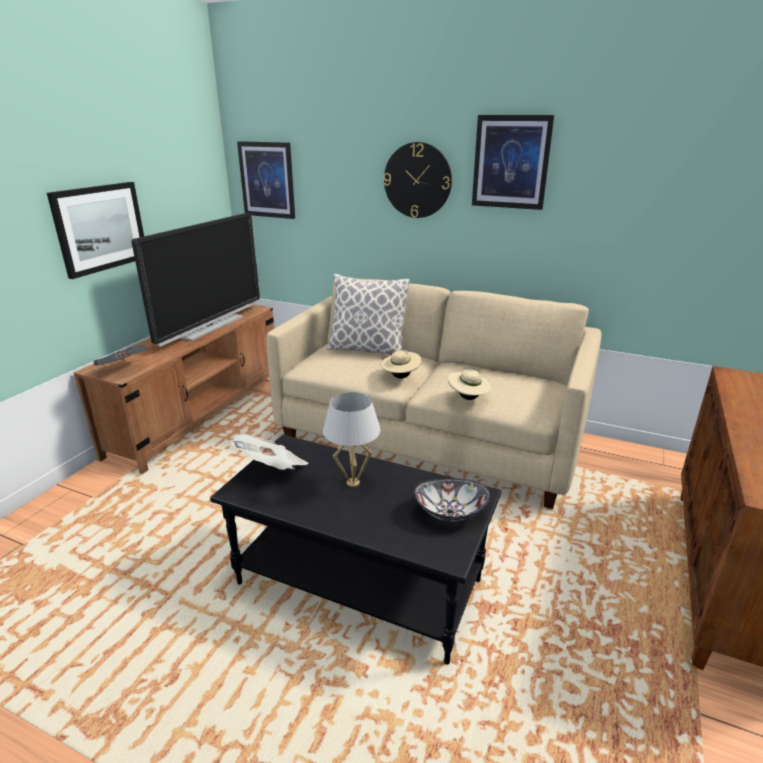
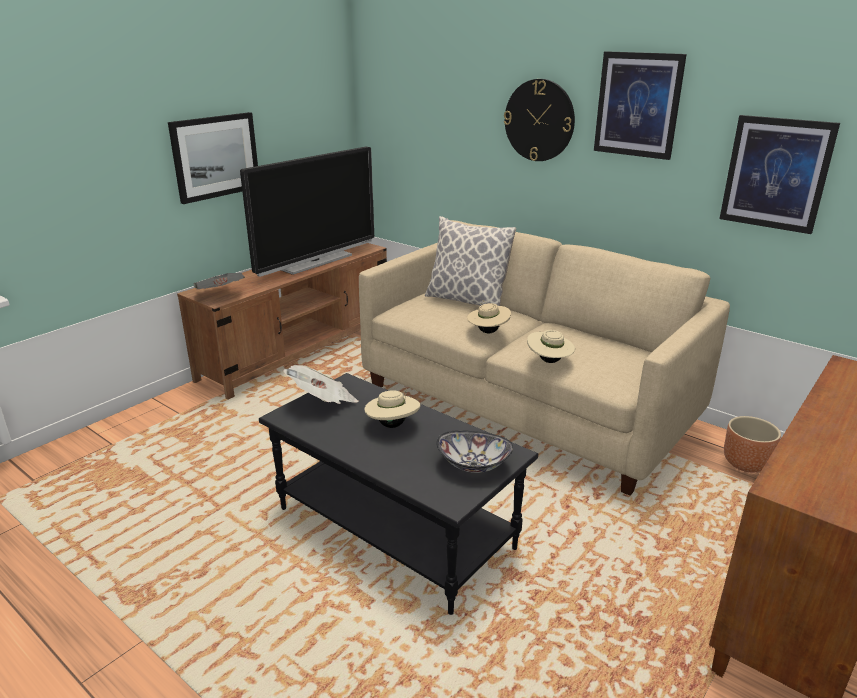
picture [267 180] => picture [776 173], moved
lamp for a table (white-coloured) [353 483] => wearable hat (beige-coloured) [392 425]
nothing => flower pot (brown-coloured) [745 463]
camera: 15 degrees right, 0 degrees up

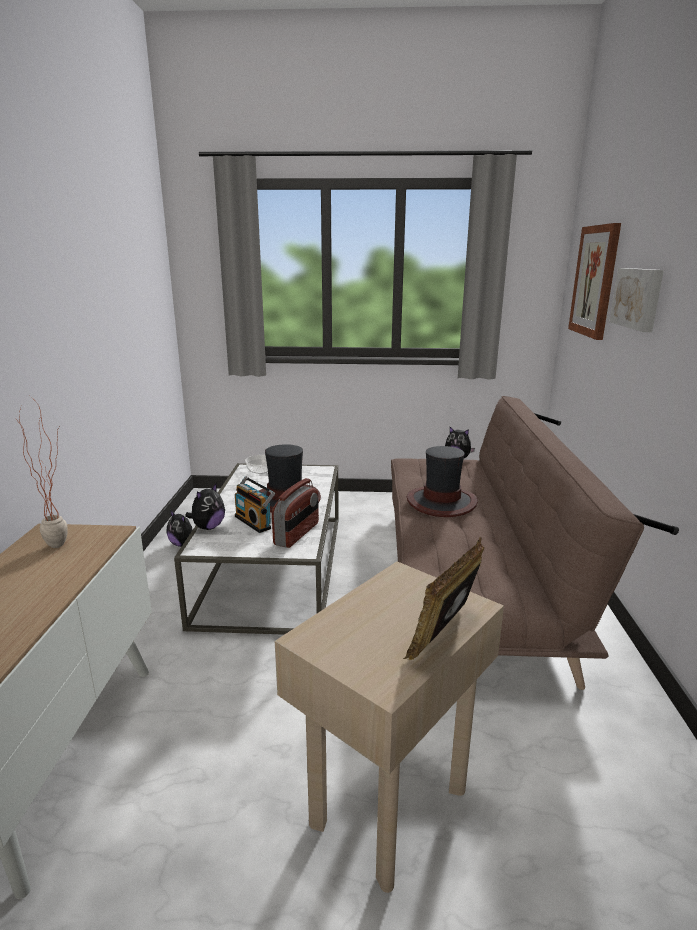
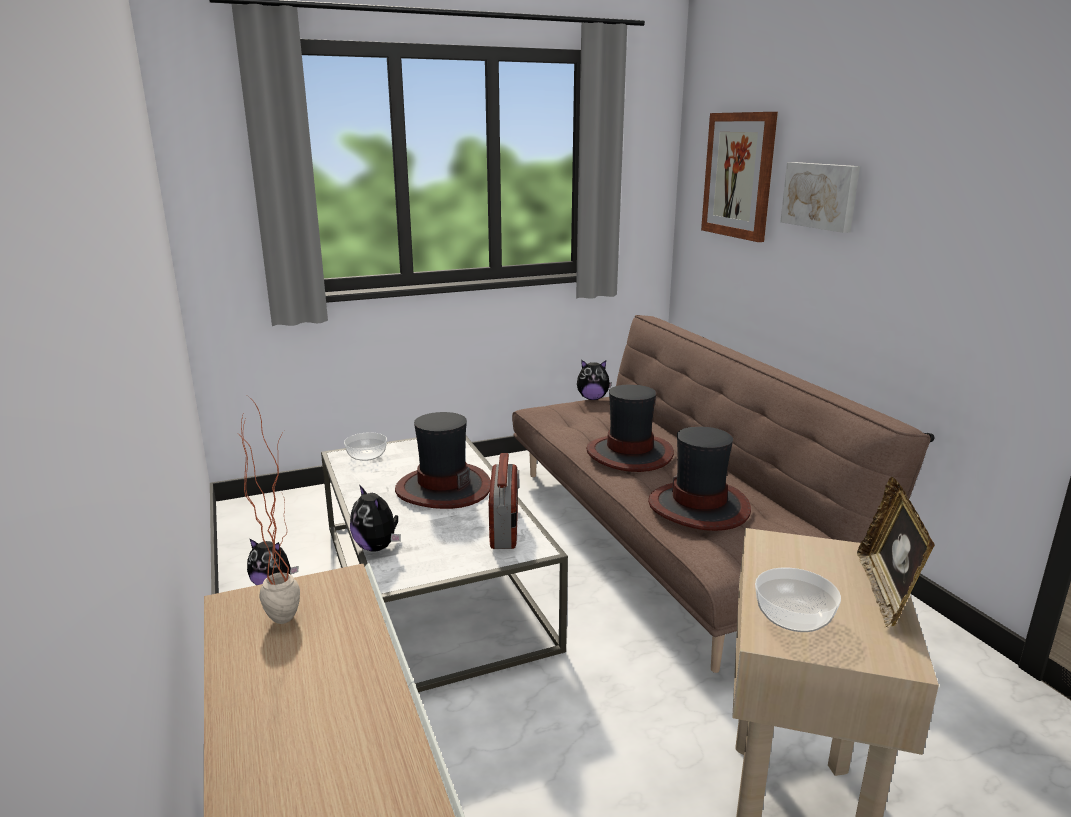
soft toy [208 527] => soft toy [377 547], 135 degrees clockwise
radio [255 522] => nothing
nothing => wearable hat [699 507]
nothing => bowl [792 616]
camera: 25 degrees left, 0 degrees up

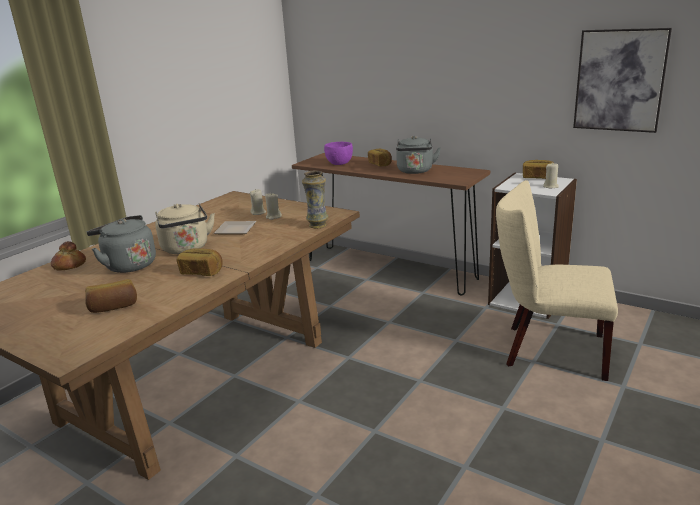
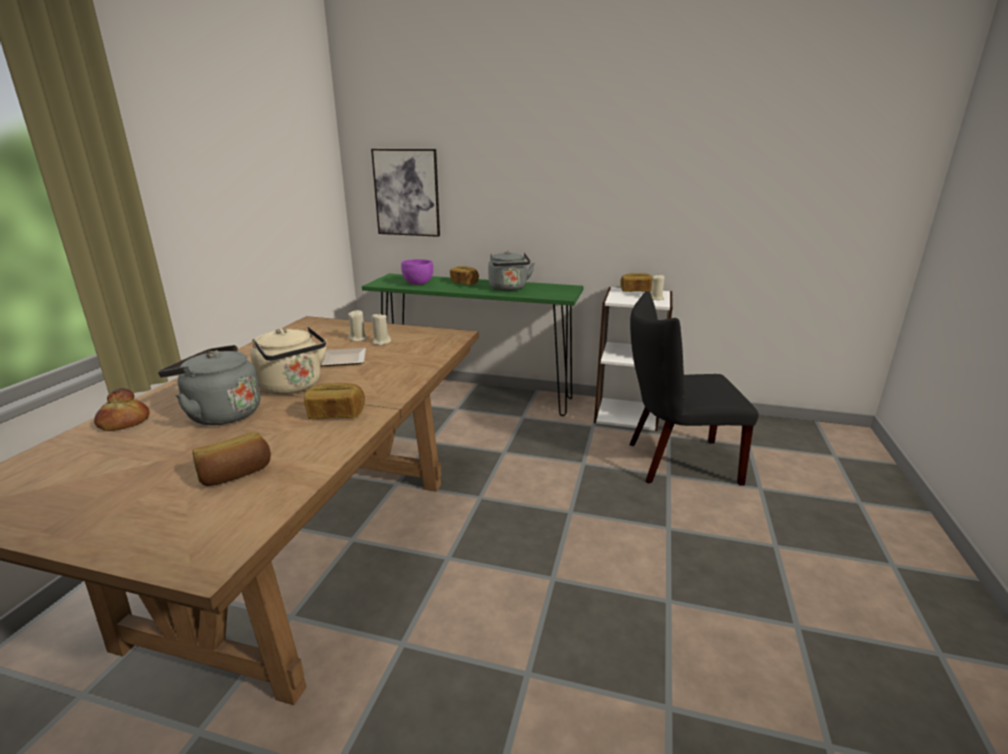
narrow table (brown-coloured) [389 269] => narrow table (greenish) [475 396]
vase [317 225] => nothing
upright chair (beige-coloured) [547 350] => upright chair (black) [674 462]
picture [619 80] => picture [407 193], moved
camera: 20 degrees left, 0 degrees up

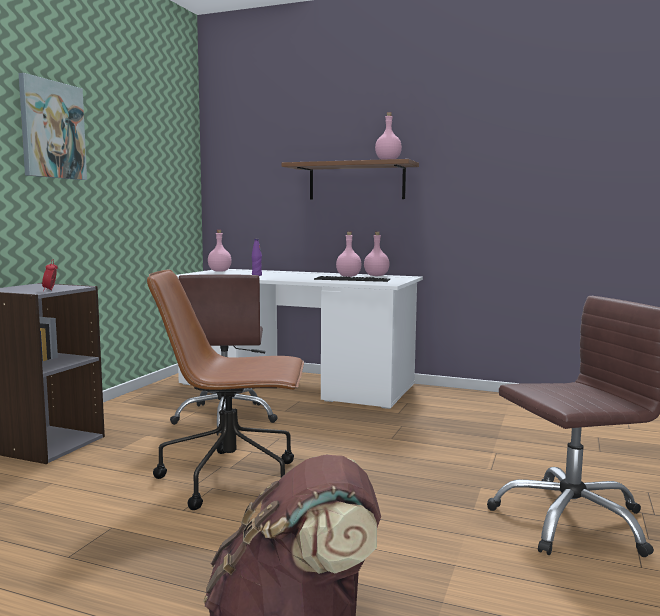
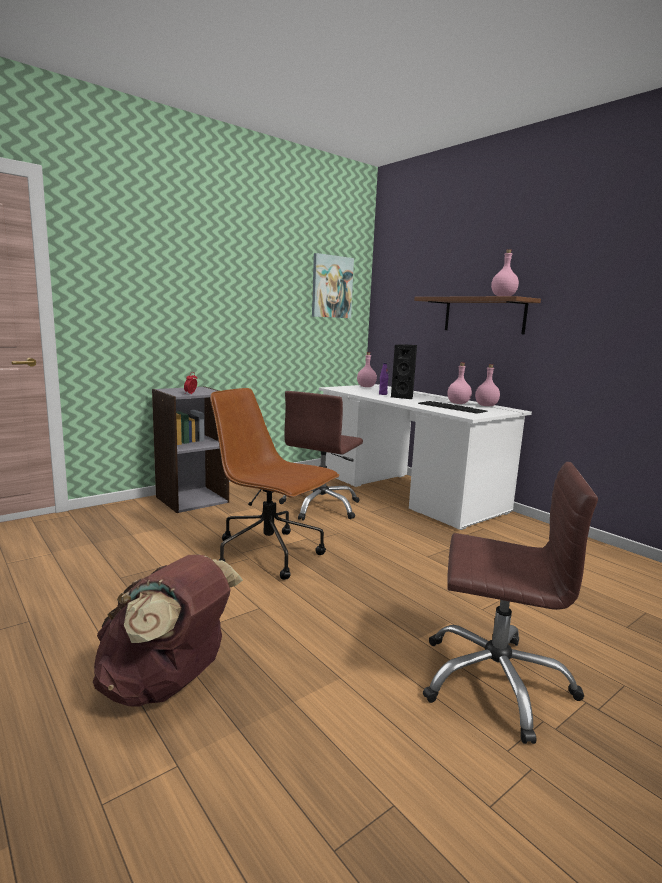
picture [52 130] => picture [331 287], moved
nothing => speaker (black) [403 397]
camera: 30 degrees right, 5 degrees up

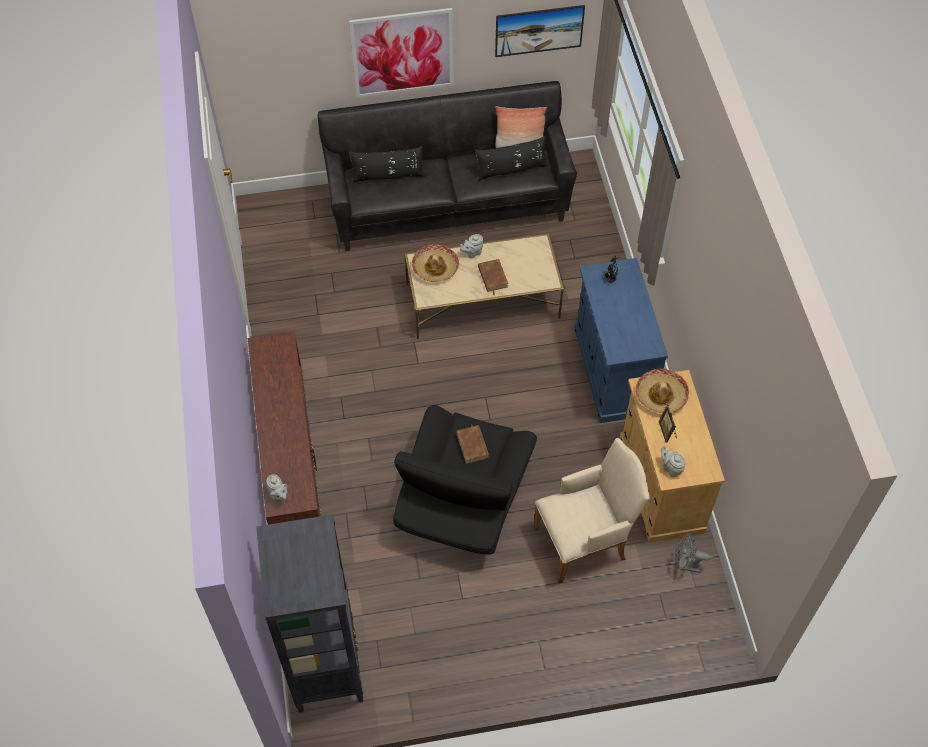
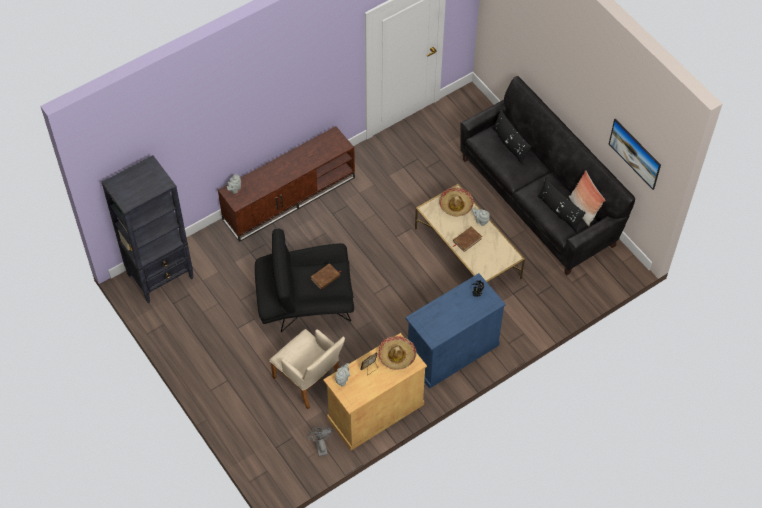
picture [402 53] => nothing
camera: 65 degrees right, 0 degrees up

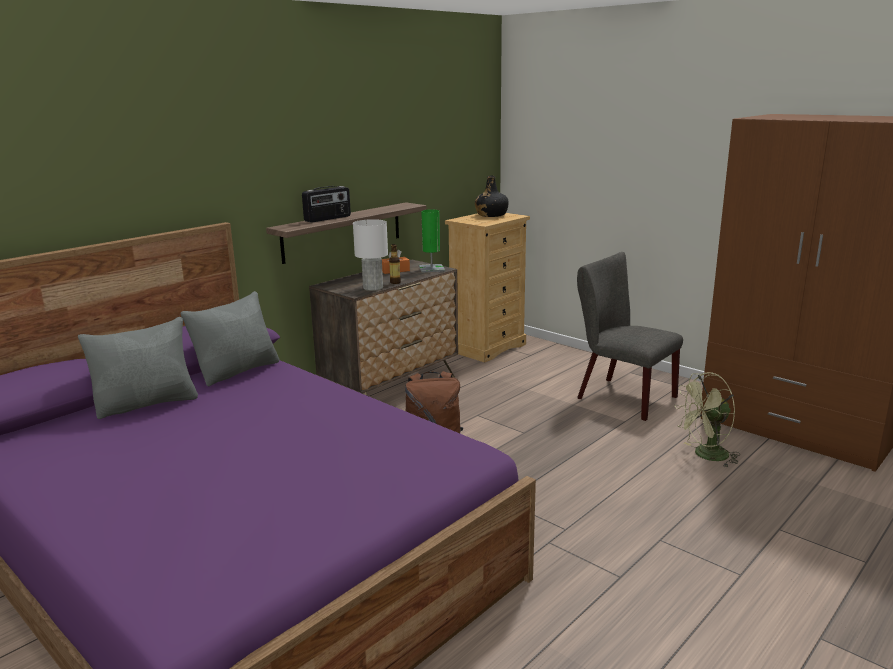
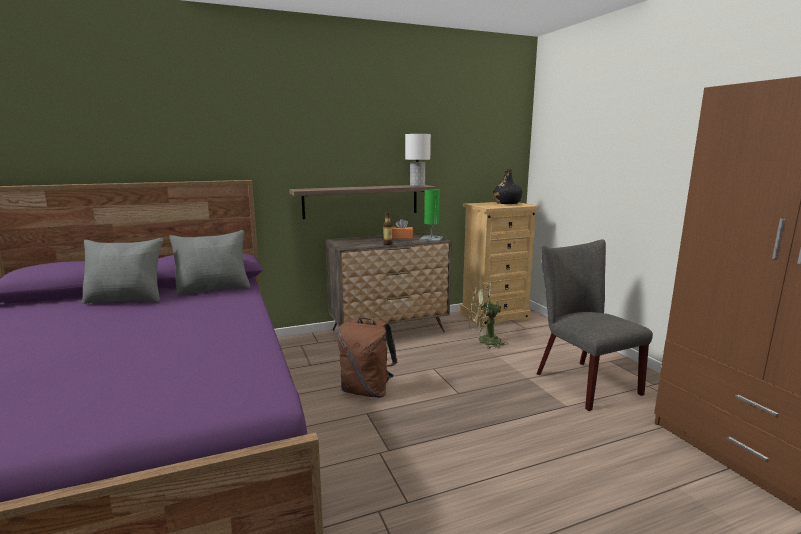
radio [328 219] => nothing
lamp for a table (white-coloured) [372 288] => lamp for a table (white-coloured) [417 185], moved
electric fan (greenish) [705 456] => electric fan (greenish) [484 341], moved
camera: 25 degrees right, 5 degrees down

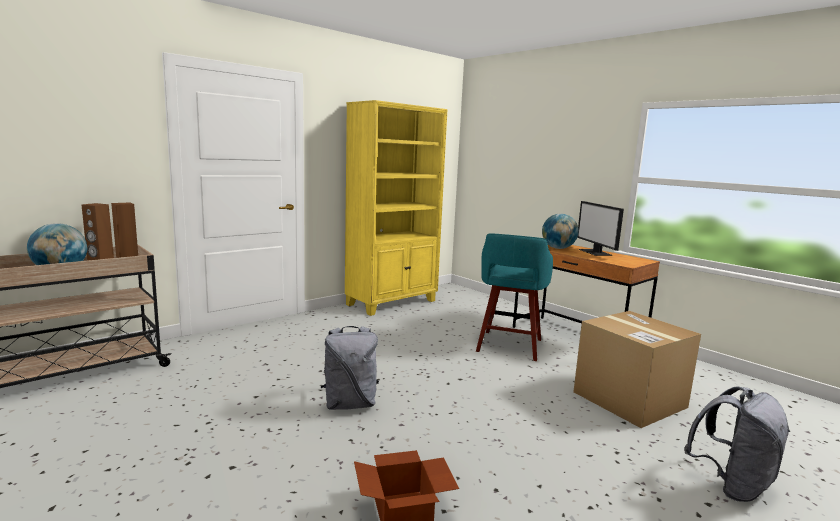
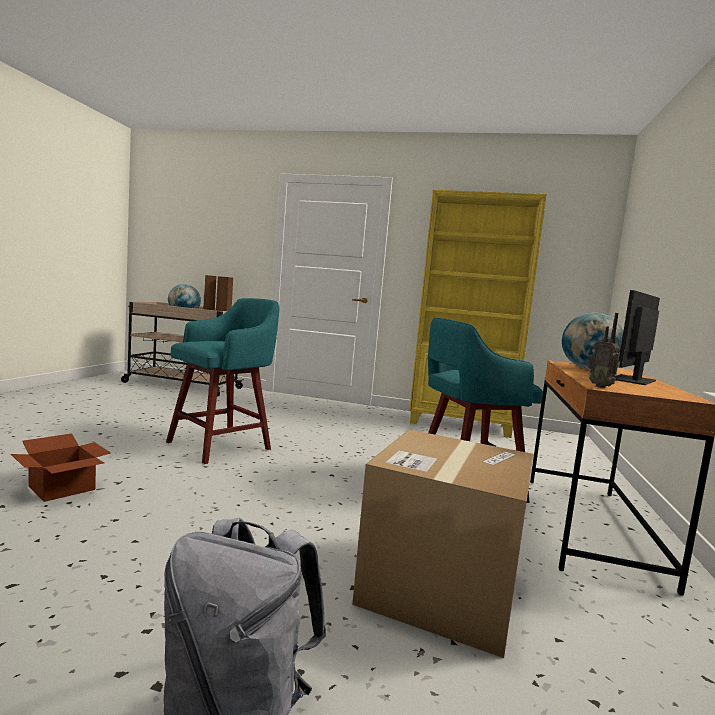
rucksack (grey) [350 404] => sitting stool (turquoise-coloured) [222 445]
nothing => radio [601 387]
camera: 55 degrees right, 5 degrees down

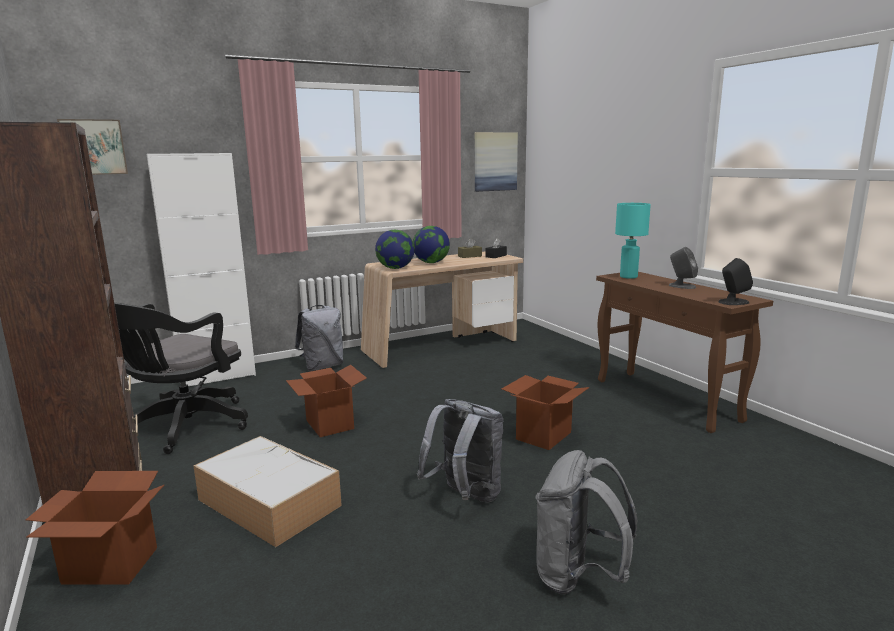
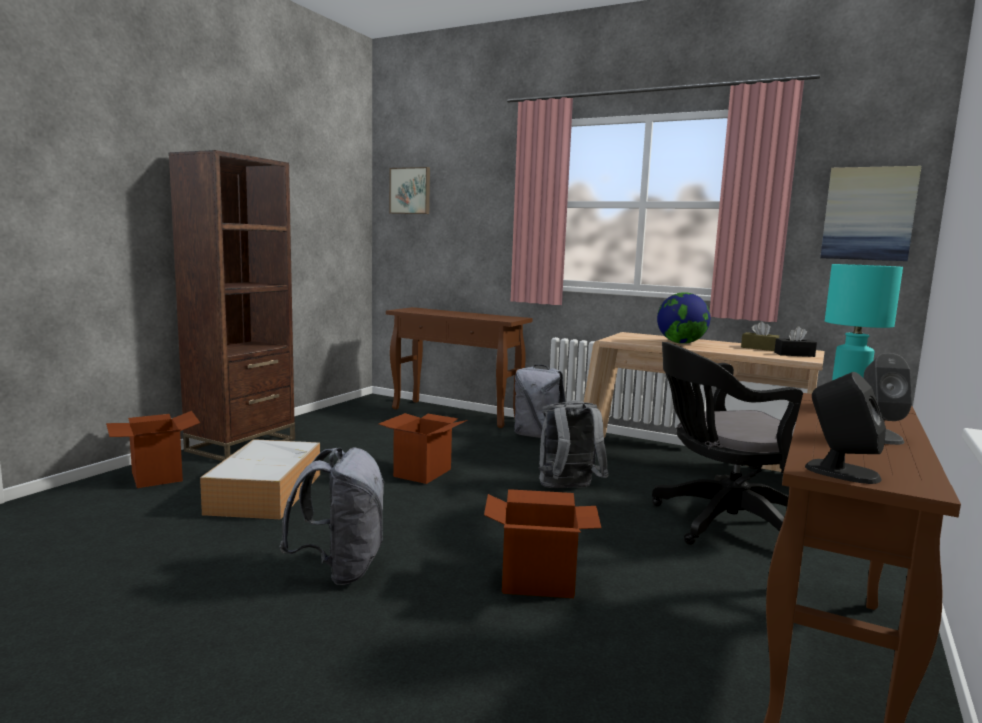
desk chair (black) [183 428] => desk chair (black) [722 524], moved
cupboard (white-coloured) [217 376] => narrow table (brown-coloured) [456 414]
globe [395 268] => nothing
rucksack (grey) [578 576] => rucksack (grey) [568 489], moved
camera: 55 degrees right, 5 degrees down

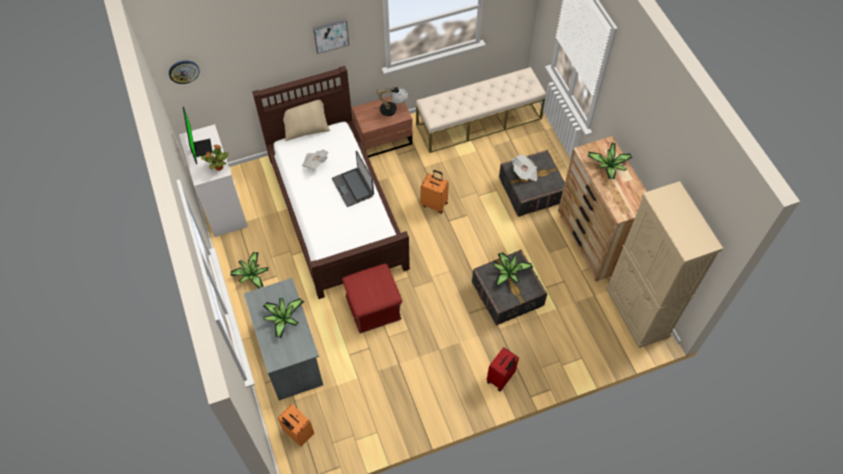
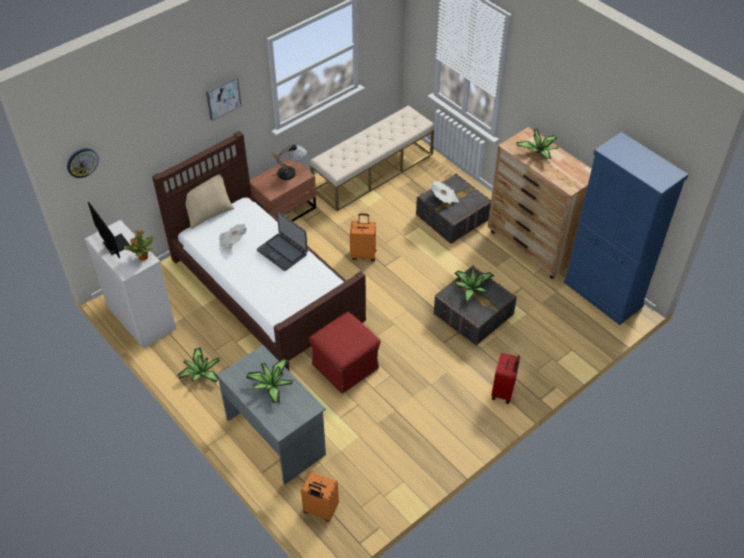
cupboard (beige-coloured) [637 312] => cupboard (blue) [603 294]
camera: 20 degrees left, 10 degrees down

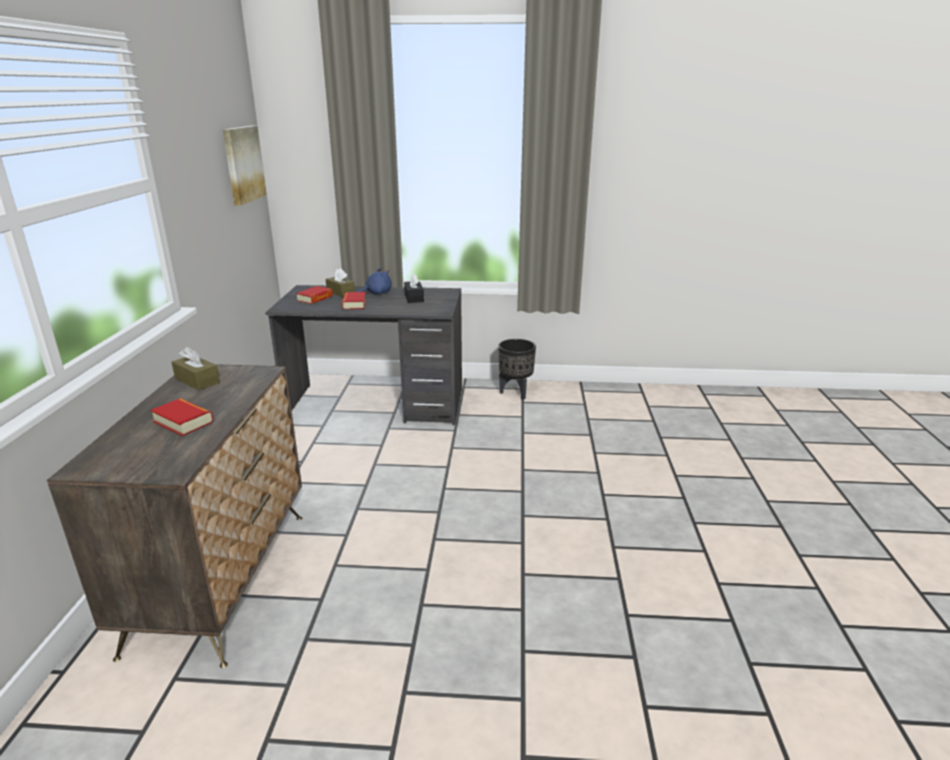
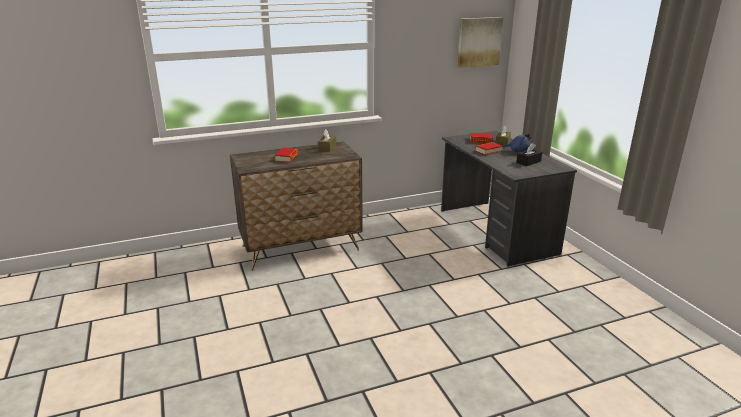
flower pot (black) [516 393] => nothing
camera: 65 degrees right, 0 degrees up

